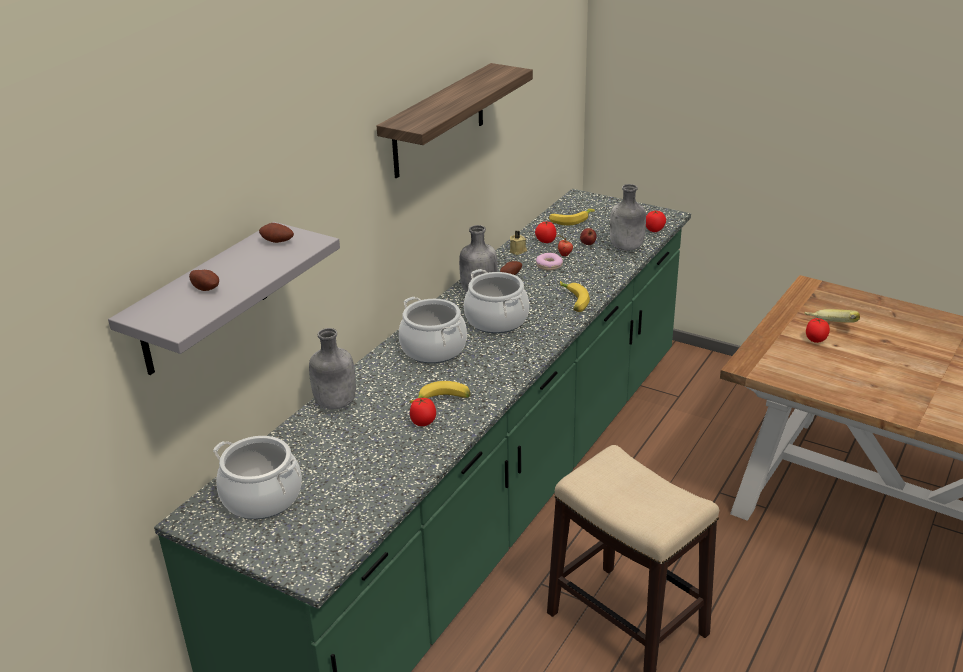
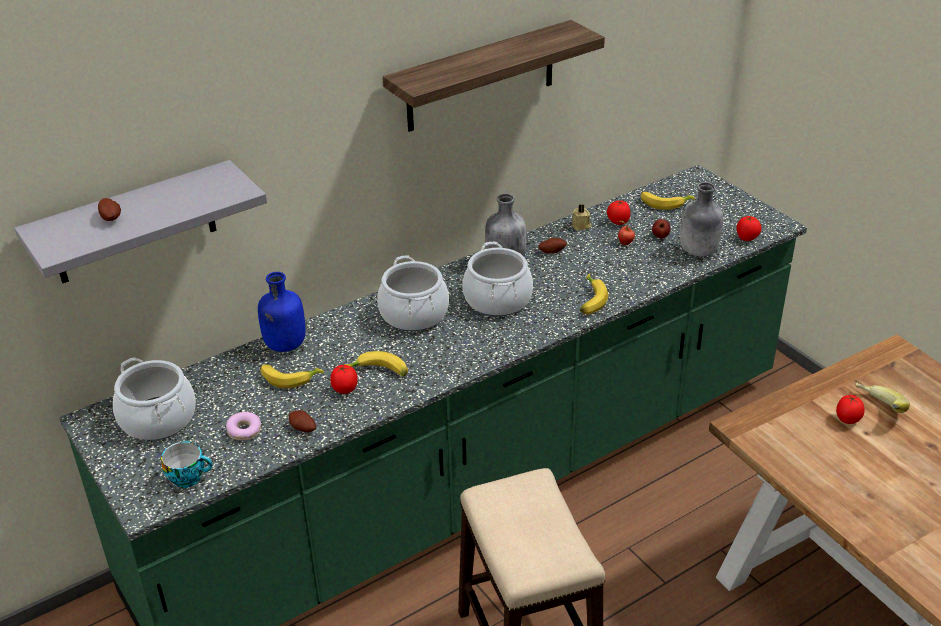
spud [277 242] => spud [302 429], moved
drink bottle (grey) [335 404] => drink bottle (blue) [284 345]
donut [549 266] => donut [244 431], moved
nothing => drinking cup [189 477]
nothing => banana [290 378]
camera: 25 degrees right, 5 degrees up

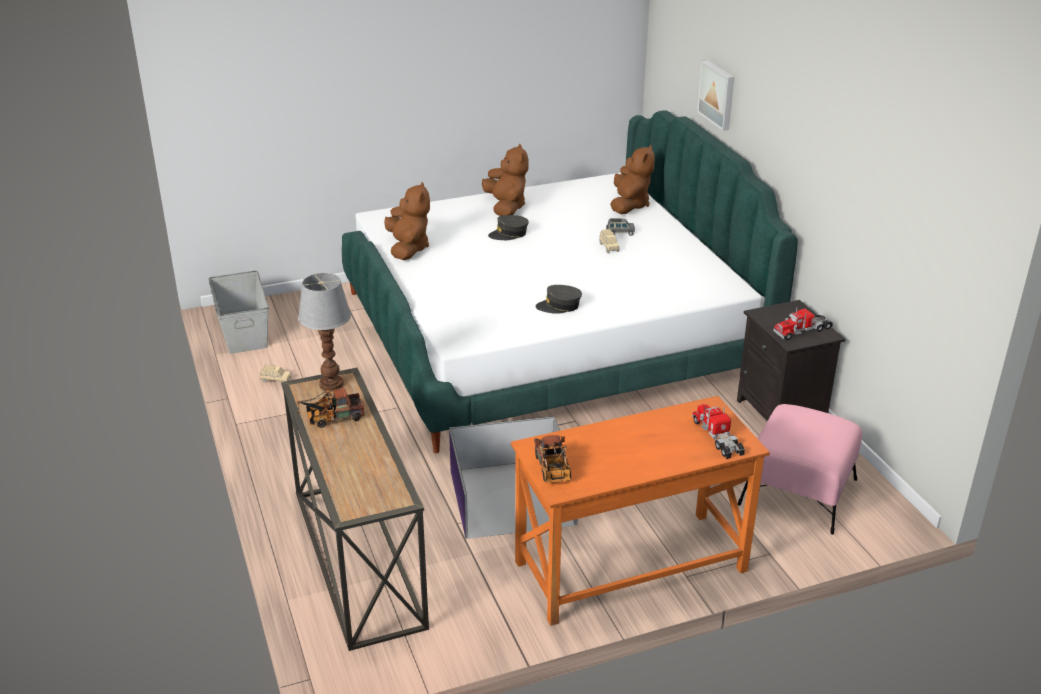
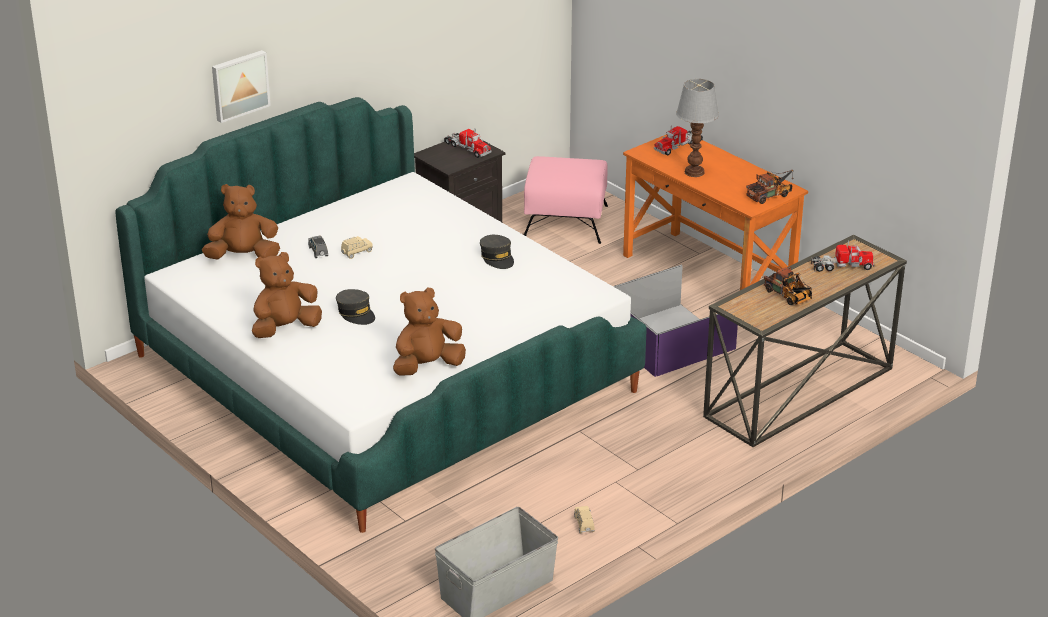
lamp for a table [330 384] => lamp for a table [694 172], moved
nothing => model truck [841 266]
camera: 110 degrees left, 0 degrees up

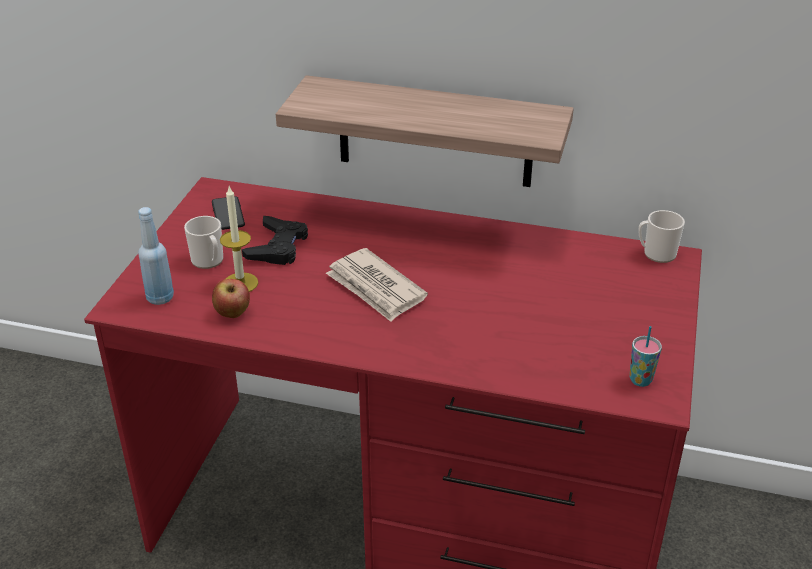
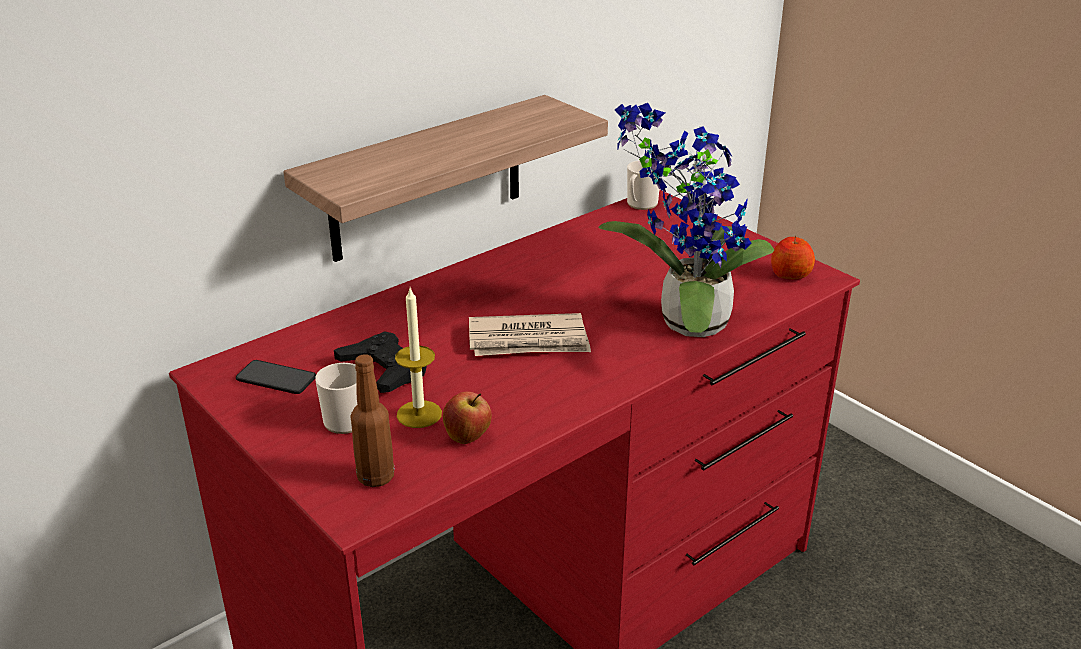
drink bottle (blue) [160 298] => drink bottle (brown-coloured) [375 477]
drinking cup [640 380] => apple fruit [790 274]
nothing => potted plant [684 322]
camera: 55 degrees left, 5 degrees down

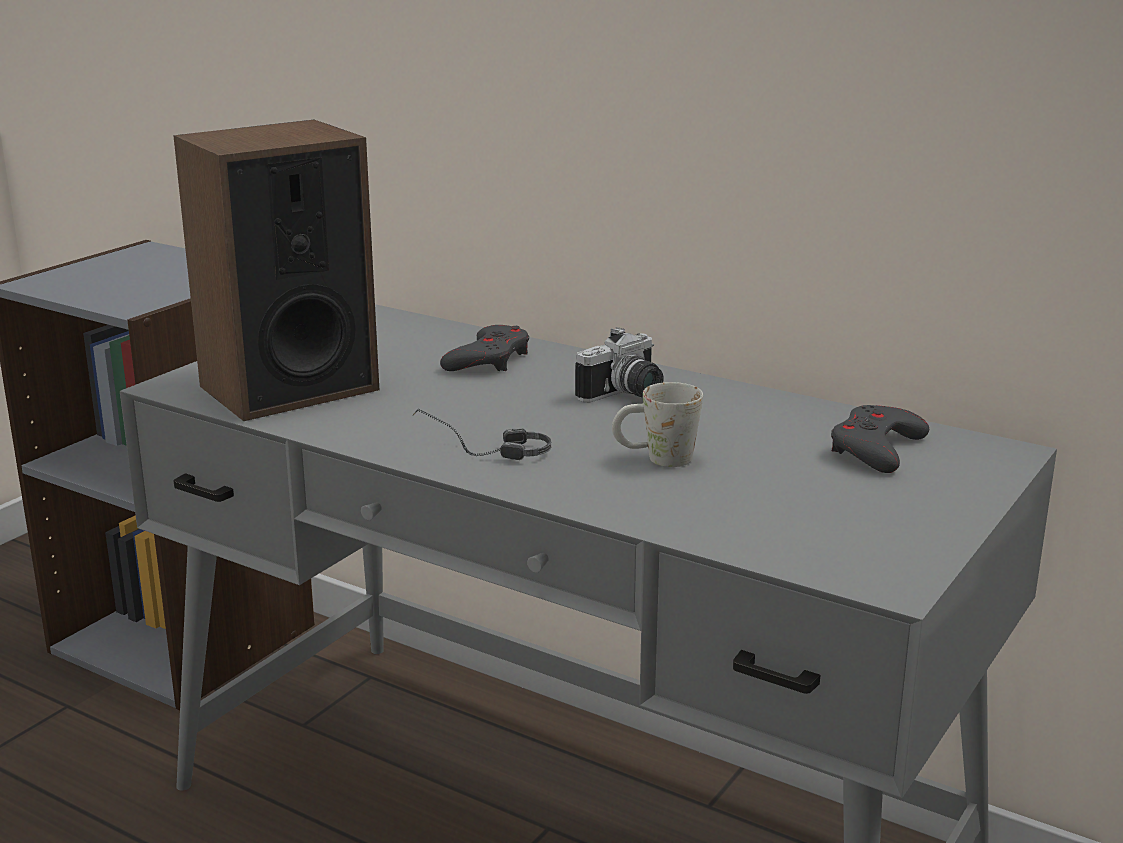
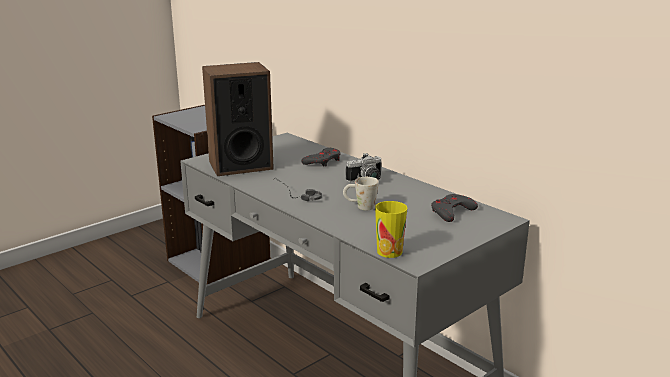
nothing => drinking cup [389 251]
camera: 15 degrees right, 0 degrees up

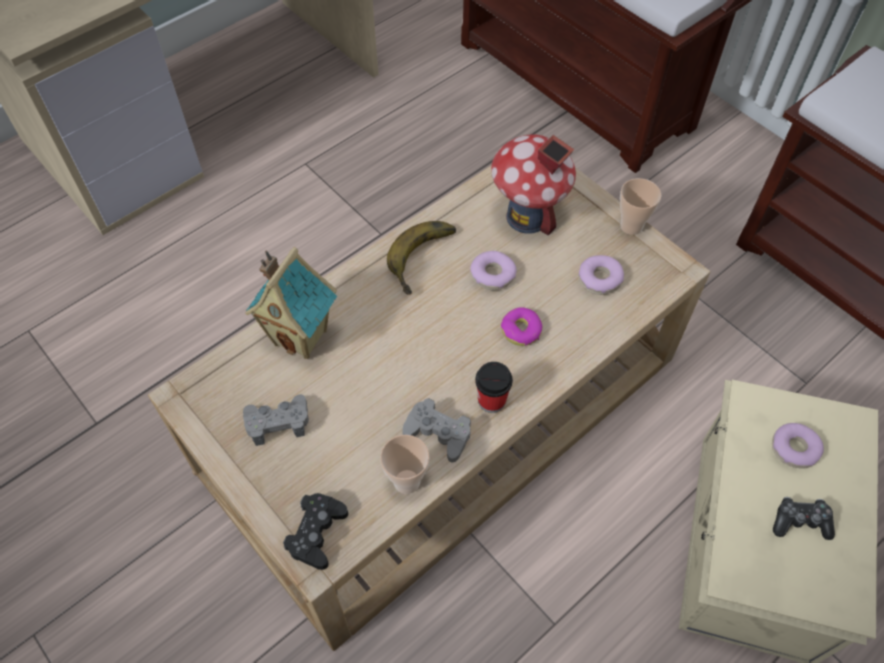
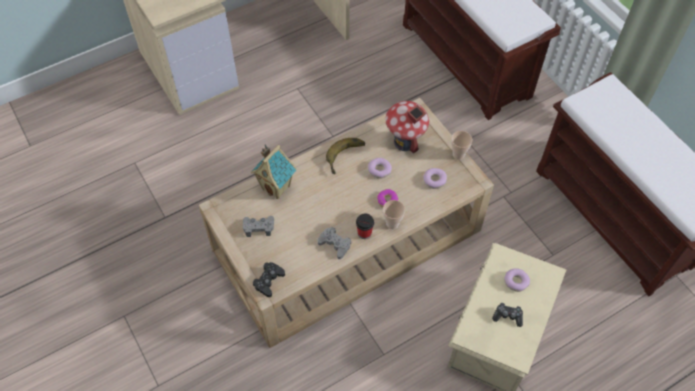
drinking cup [407 481] => drinking cup [392 223], moved
camera: 10 degrees right, 0 degrees up

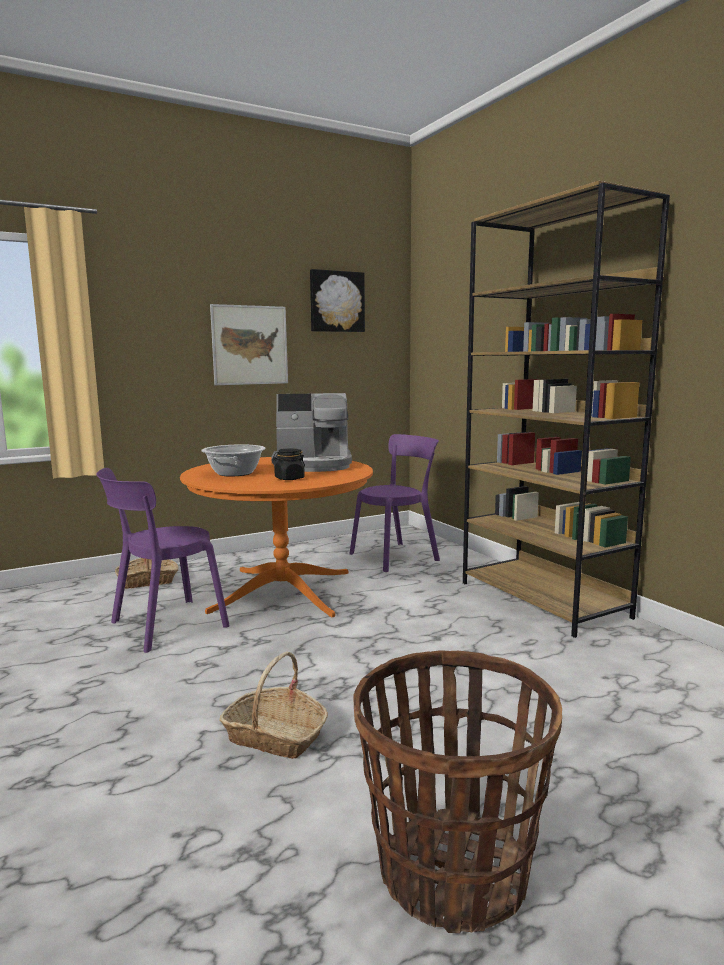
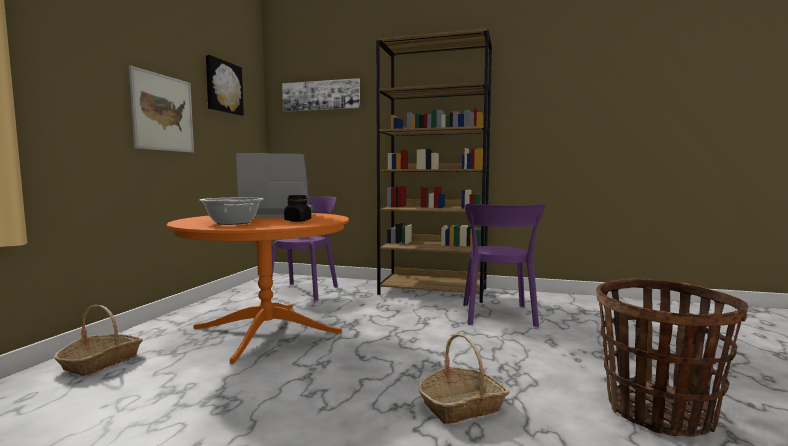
upright chair (purple) [164 625] => upright chair (purple) [498 316], moved
coffee brewer [313 465] => coffee brewer [277 215], 135 degrees counterclockwise
nothing => picture [321 95]
camera: 45 degrees left, 5 degrees down

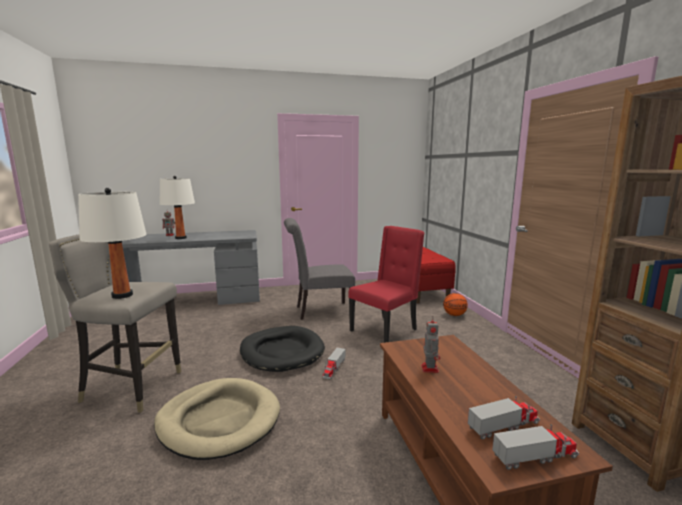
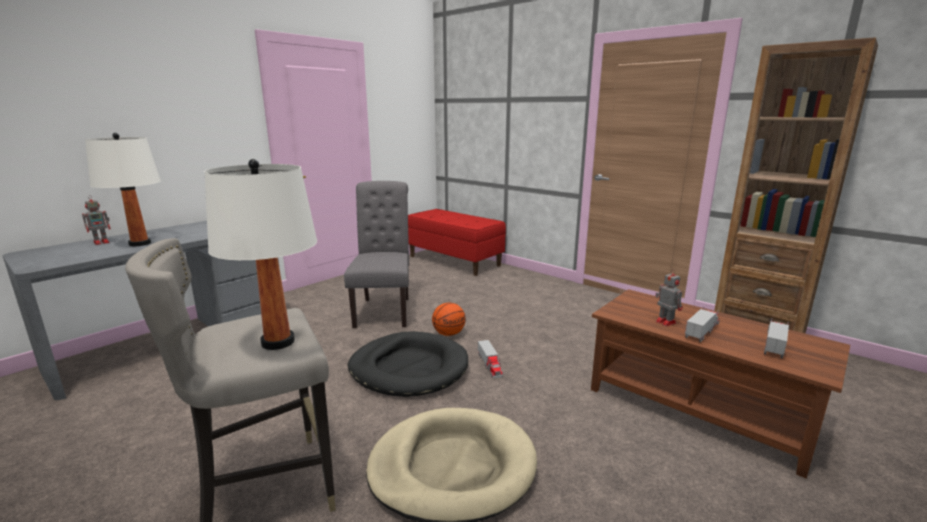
upright chair (grey) [319 311] => upright chair (grey) [384 310], 135 degrees clockwise
upright chair (red) [385 330] => nothing
ball for basketball [454 315] => ball for basketball [449 334], moved
model truck [535 456] => model truck [702 330], moved
camera: 35 degrees left, 5 degrees up

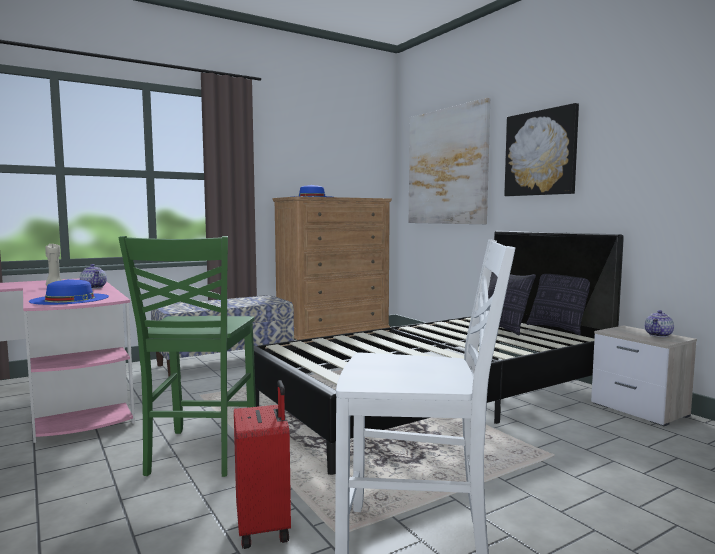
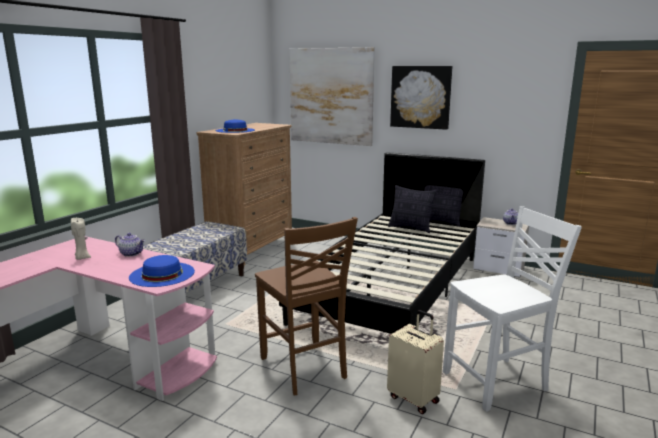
upright chair (greenish) [200 453] => upright chair (brown-coloured) [304 368]
suitcase (red) [265 526] => suitcase (beige-coloured) [414 398]
camera: 30 degrees left, 10 degrees up

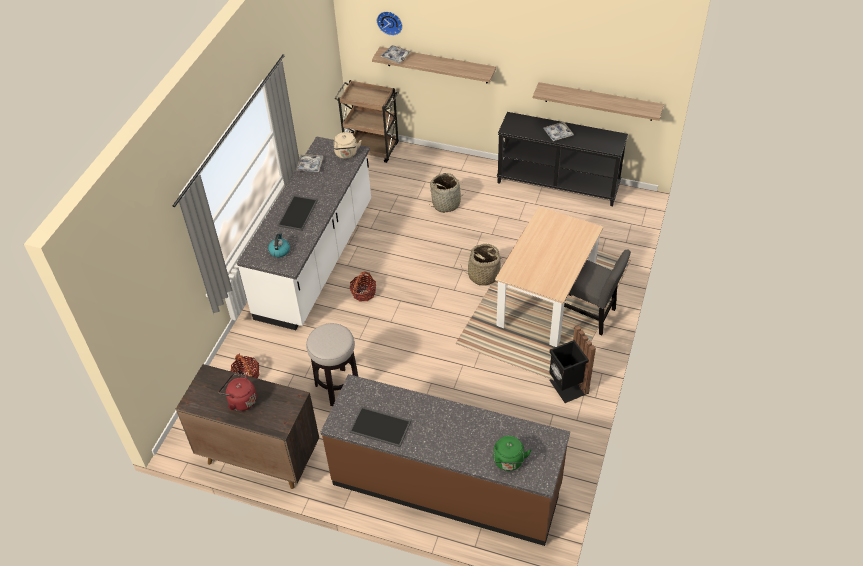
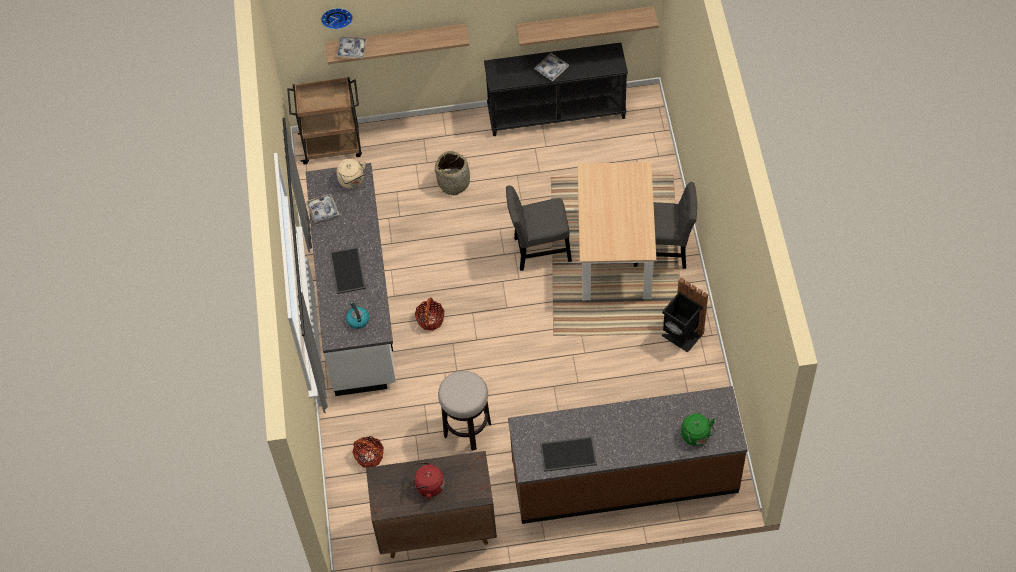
basket [483 275] => upright chair (grey) [539 251]
camera: 25 degrees left, 10 degrees up

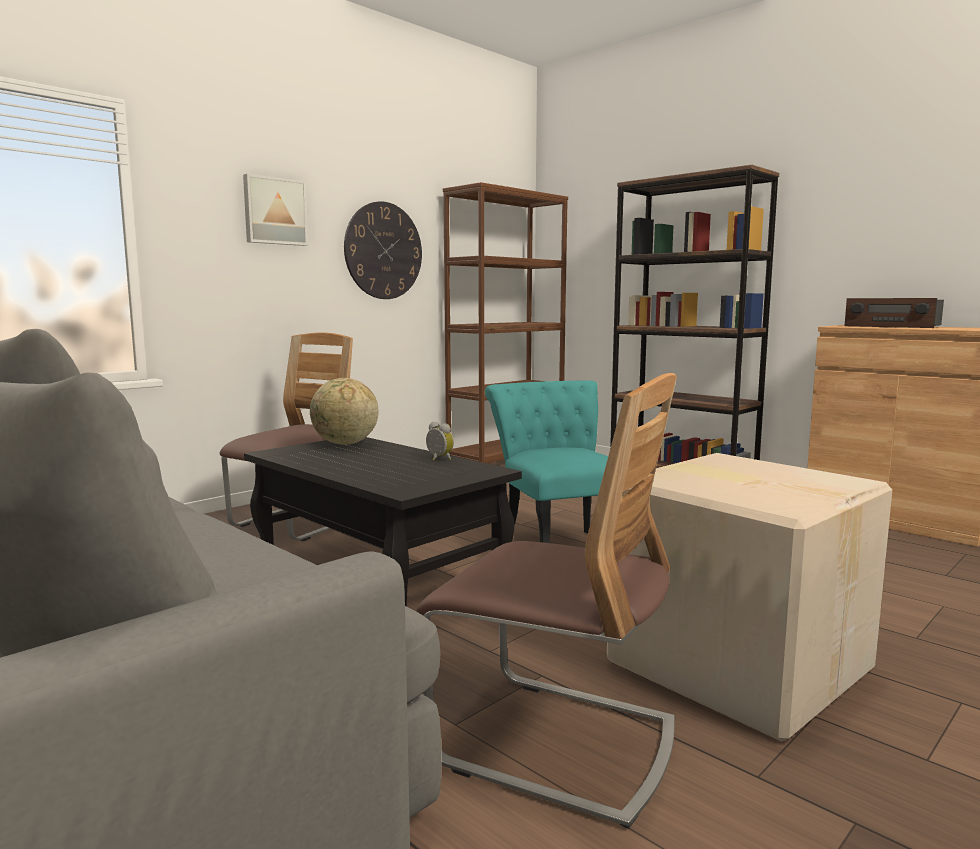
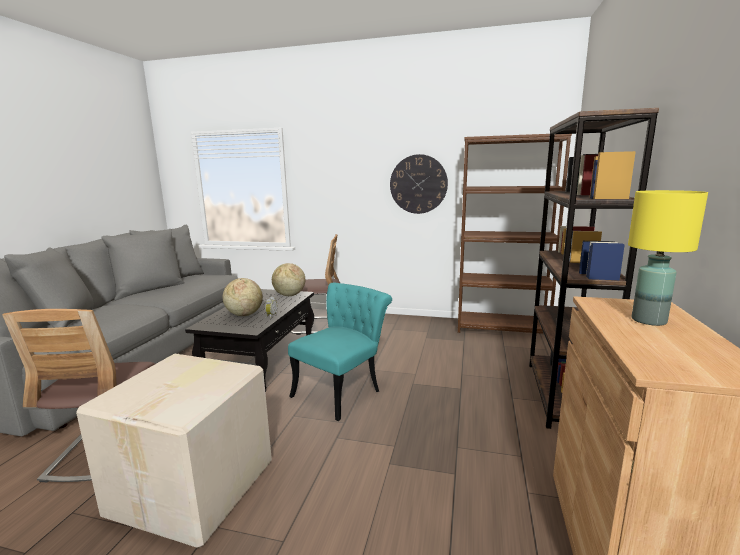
picture [274 211] => nothing
radio [893 326] => lamp for a table (yellowish) [650 321]
nothing => globe [244 315]
camera: 60 degrees right, 5 degrees up

